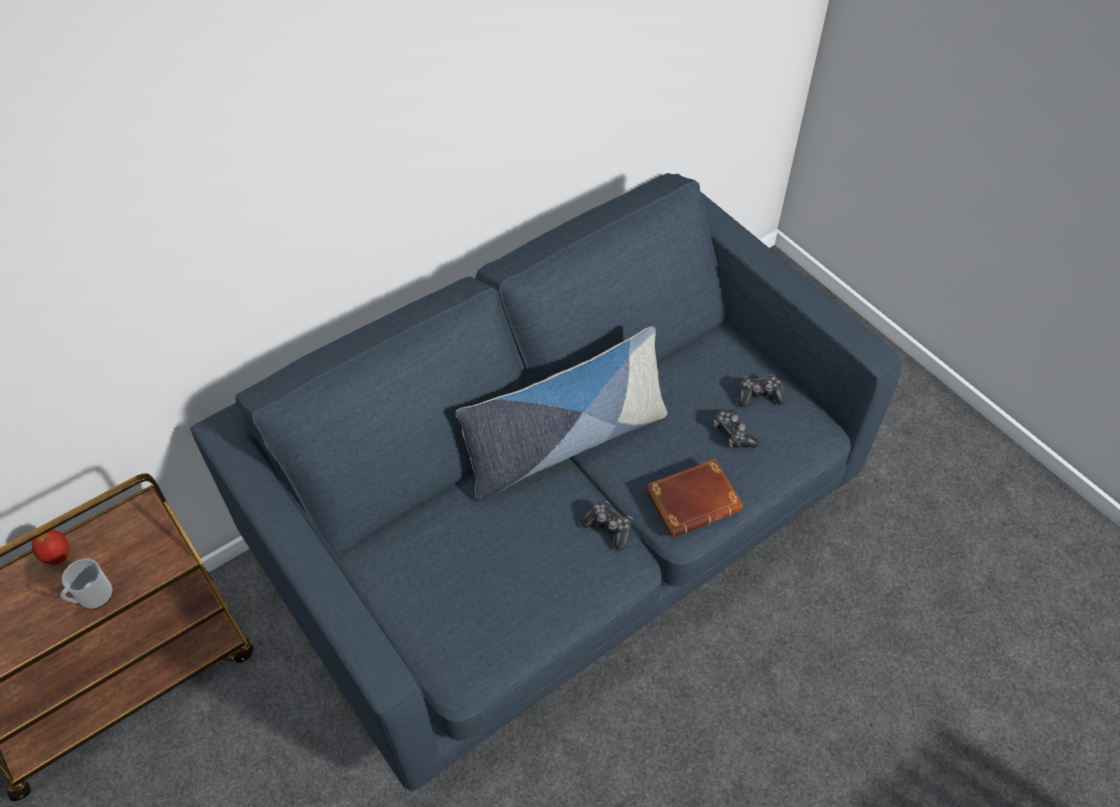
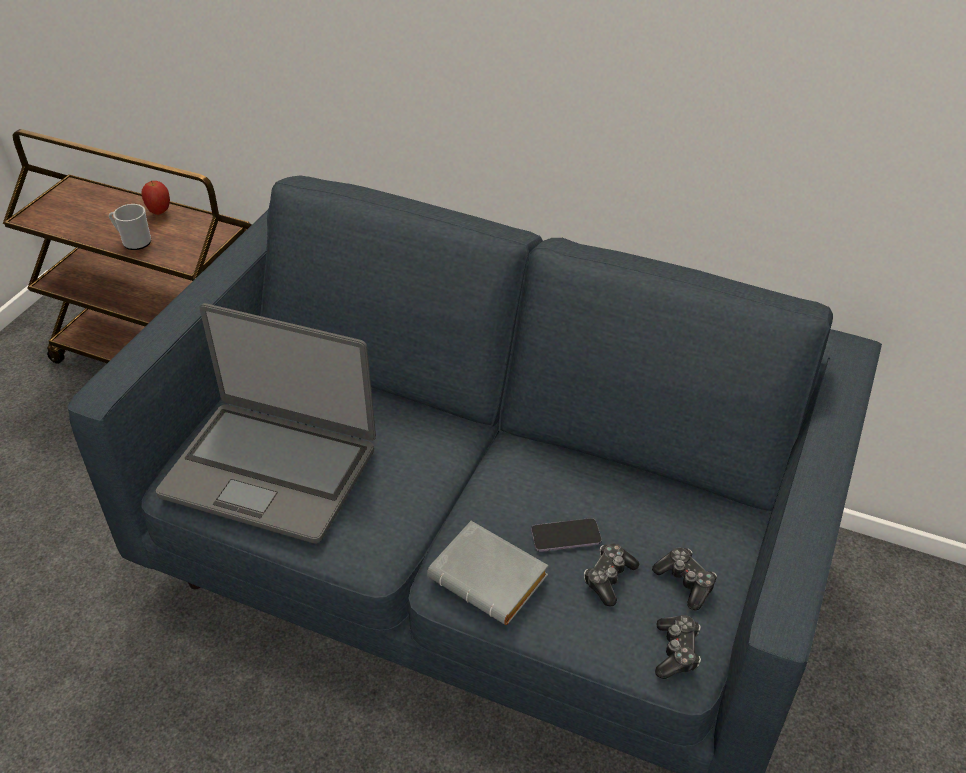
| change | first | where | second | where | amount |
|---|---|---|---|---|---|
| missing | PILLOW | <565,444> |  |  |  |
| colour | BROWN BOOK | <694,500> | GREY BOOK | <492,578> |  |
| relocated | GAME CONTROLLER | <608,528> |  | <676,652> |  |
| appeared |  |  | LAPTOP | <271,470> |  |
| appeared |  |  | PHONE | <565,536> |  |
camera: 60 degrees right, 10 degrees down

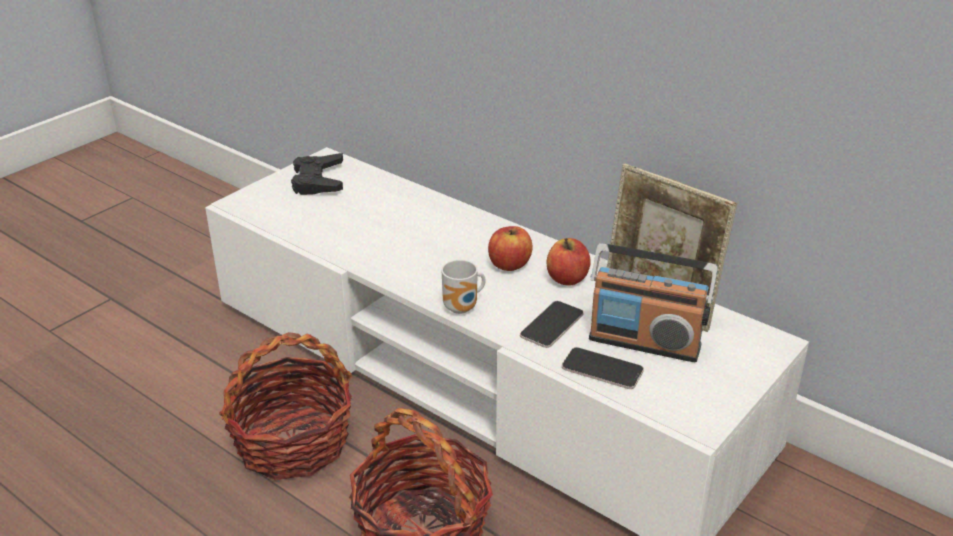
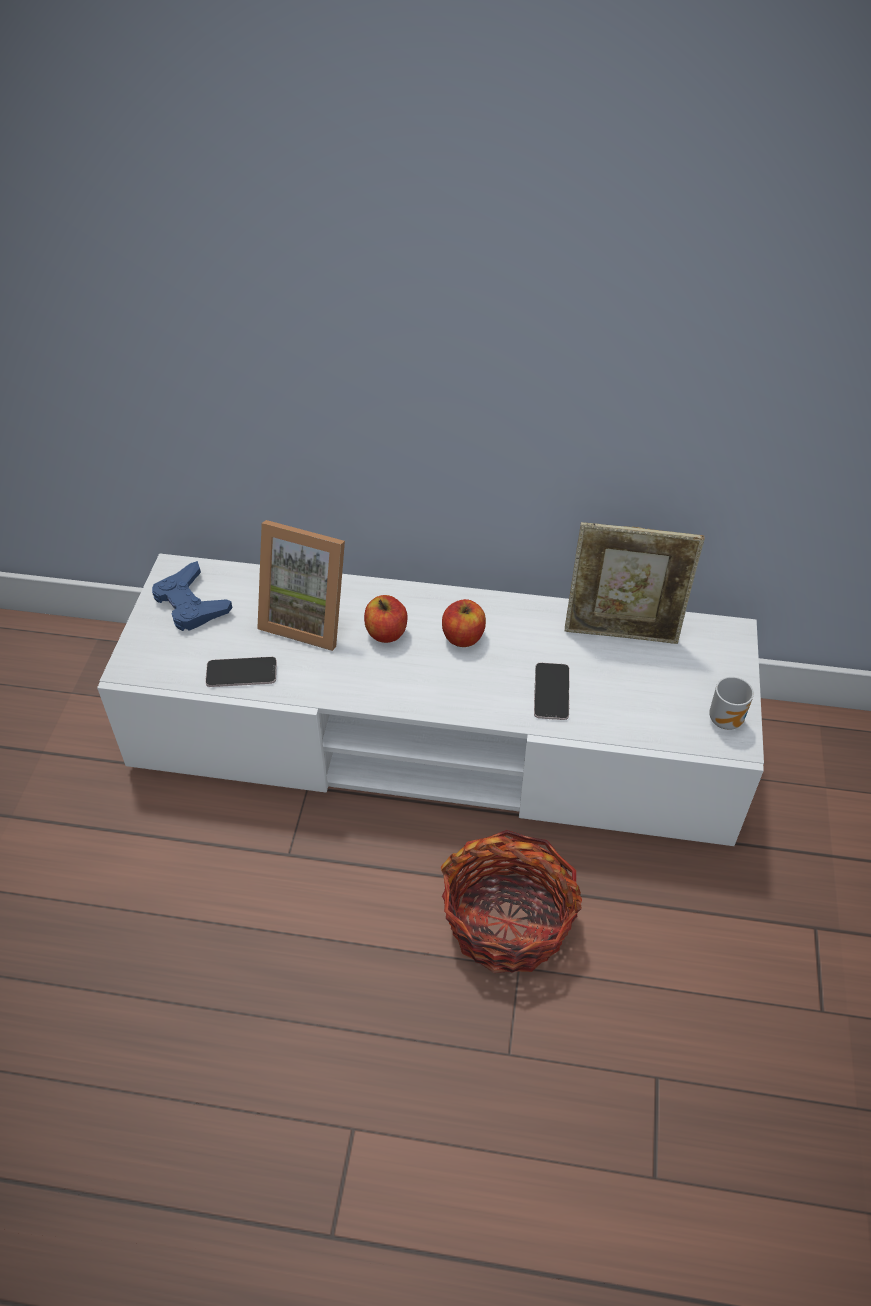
| change | first | where | second | where | amount |
|---|---|---|---|---|---|
| colour | BLACK GAME CONTROLLER | <318,180> | BLUE GAME CONTROLLER | <191,603> |  |
| relocated | APPLE | <567,278> |  | <386,632> |  |
| missing | RADIO | <644,342> |  |  |  |
| relocated | MUG | <463,308> |  | <727,720> |  |
| missing | BASKET | <292,442> |  |  |  |
| relocated | PHONE | <602,369> |  | <241,673> |  |
| appeared |  |  | PICTURE FRAME | <309,618> |  |
camera: 30 degrees left, 15 degrees up

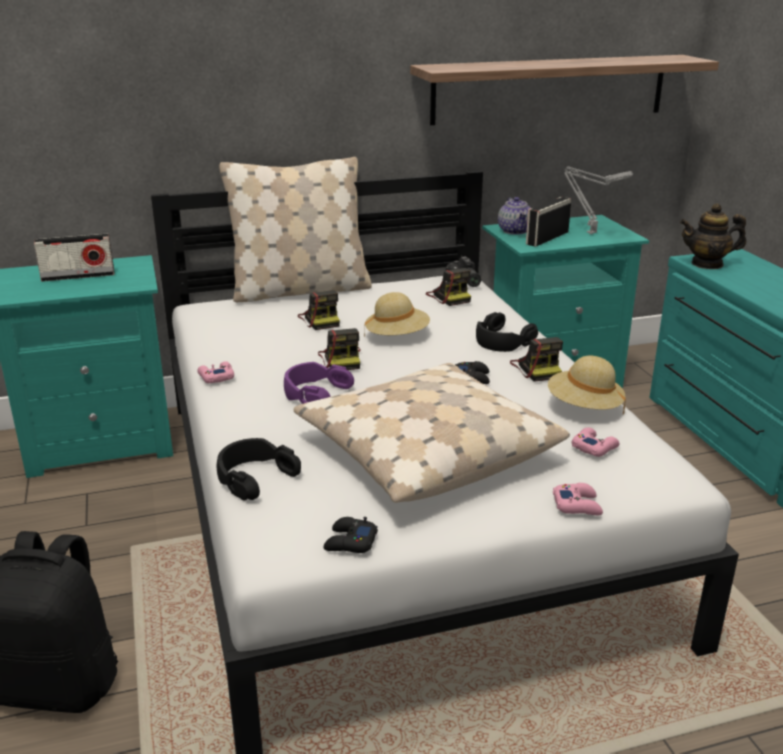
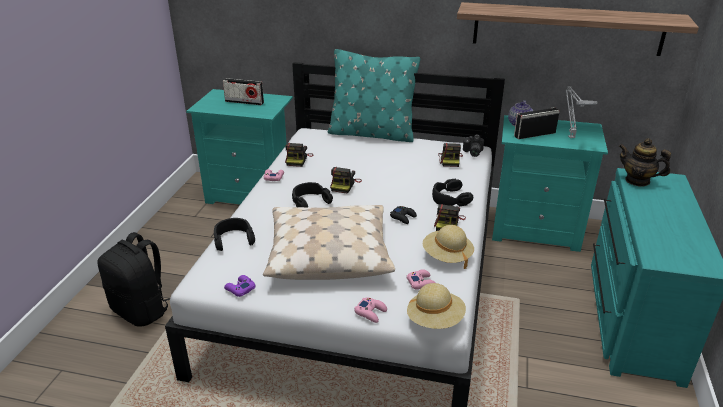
| change | first | where | second | where | amount |
|---|---|---|---|---|---|
| colour | BEIGE PILLOW | <300,290> | TURQUOISE PILLOW | <372,133> |  |
| relocated | PHOTO CAMERA | <320,320> |  | <298,159> |  |
| relocated | BEIGE HAT | <397,336> |  | <435,320> |  |
| colour | PURPLE HEADPHONES | <315,393> | BLACK HEADPHONES | <310,201> |  |
| colour | BLACK GAME CONTROLLER | <350,542> | PURPLE GAME CONTROLLER | <240,289> |  |
camera: 30 degrees right, 5 degrees up

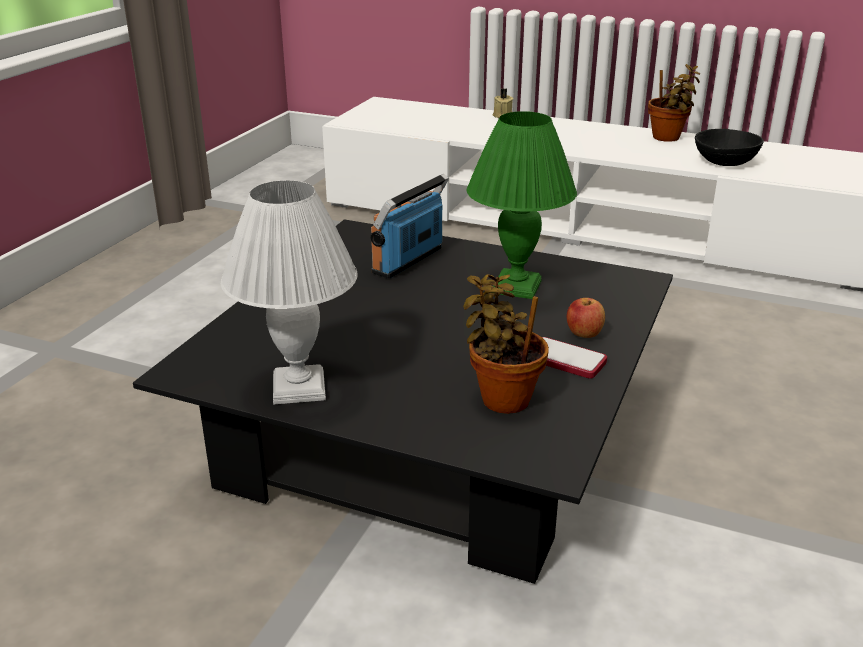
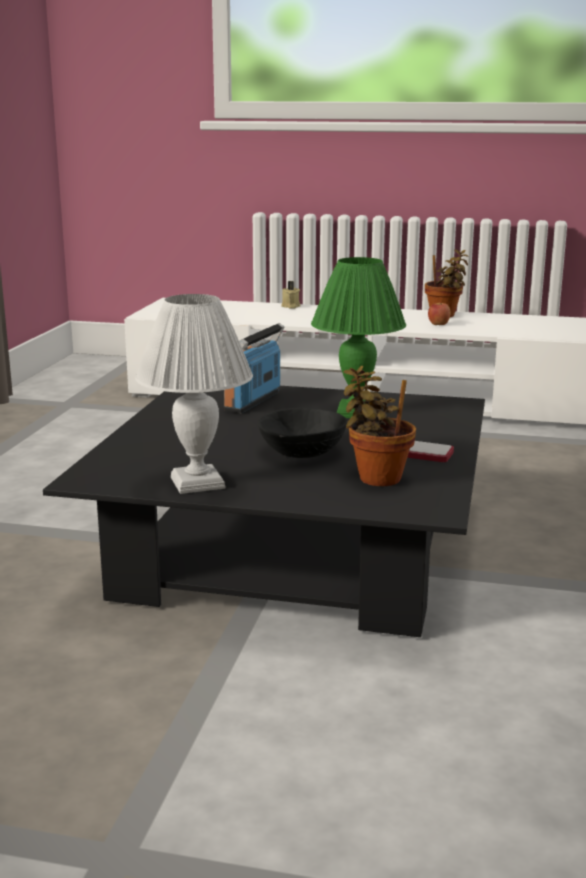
| change | first | where | second | where | amount |
|---|---|---|---|---|---|
| relocated | BLACK BOWL | <726,161> |  | <303,451> |  |
| relocated | APPLE | <583,334> |  | <438,324> |  |
camera: 10 degrees left, 10 degrees down

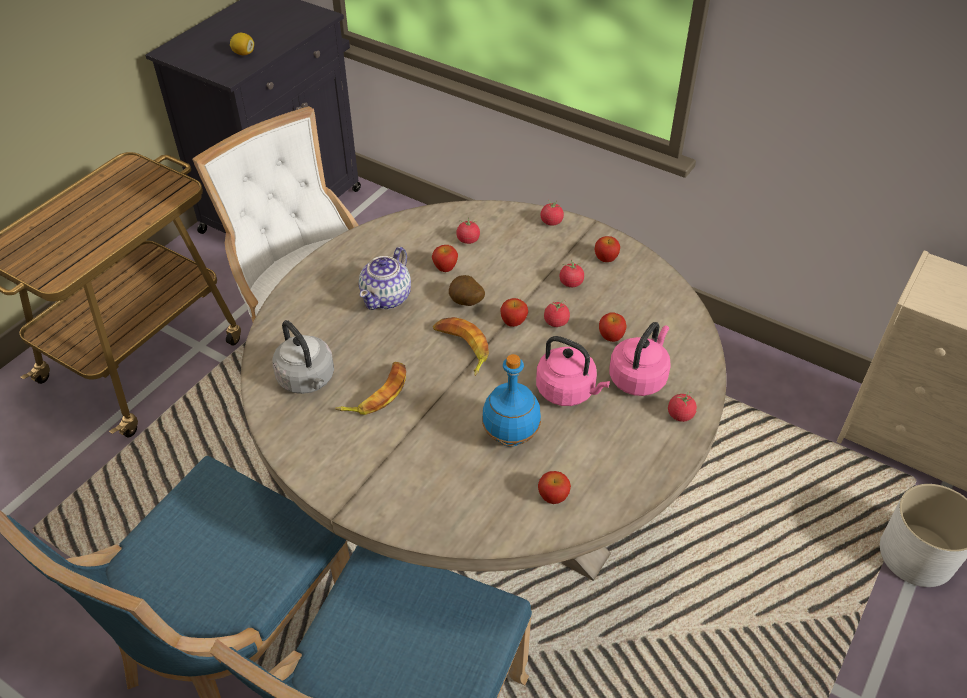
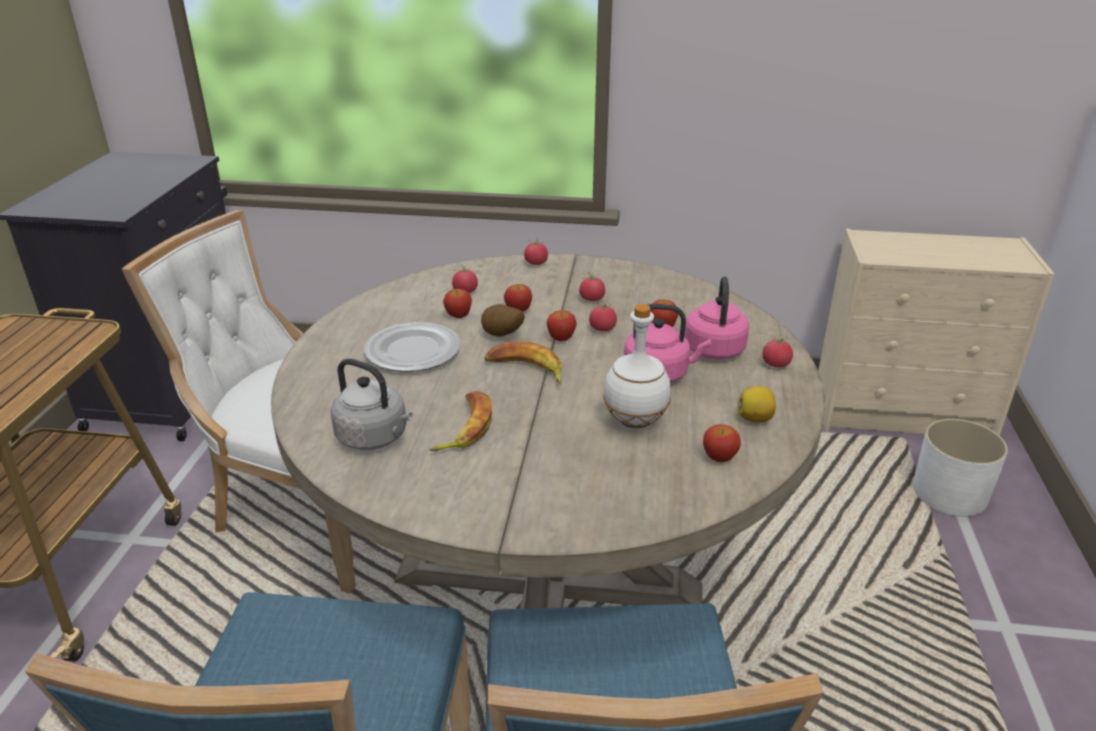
| change | first | where | second | where | amount |
|---|---|---|---|---|---|
| relocated | LEMON | <243,53> |  | <755,418> |  |
| relocated | APPLE | <606,258> |  | <518,310> |  |
| exchanged | TEAPOT | <387,297> | PLATE | <414,350> |  |
| colour | BLUE BOTTLE | <510,436> | WHITE BOTTLE | <634,423> |  |
camera: 25 degrees left, 15 degrees down

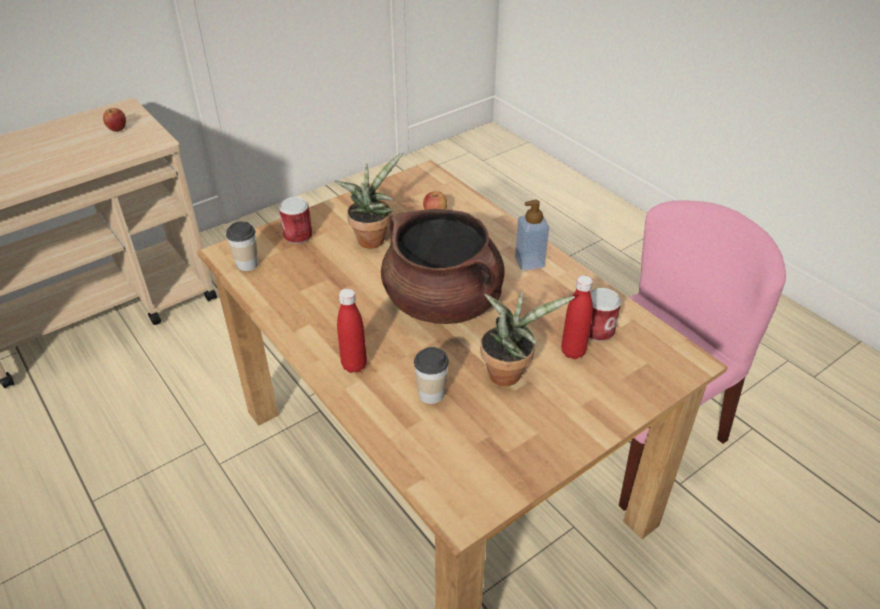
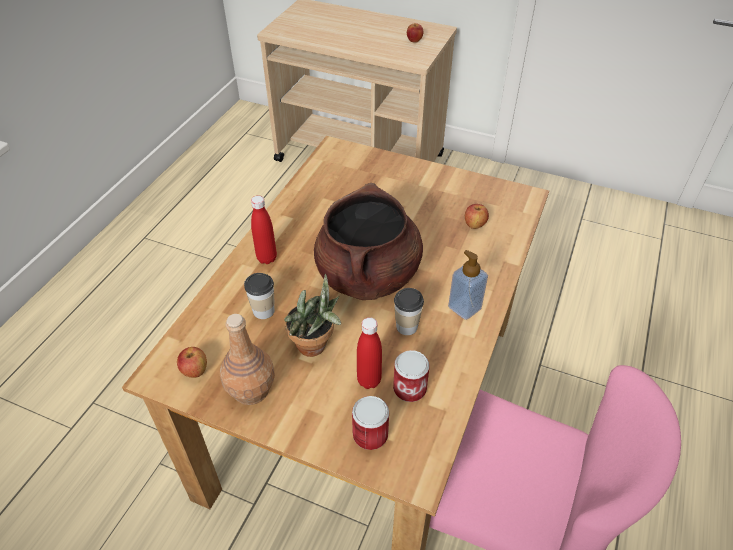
| change | first | where | second | where | amount |
|---|---|---|---|---|---|
| missing | POTTED PLANT | <372,238> |  |  |  |
| relocated | CAN | <298,236> |  | <370,435> |  |
| relocated | CUP | <247,264> |  | <407,326> |  |
| appeared |  |  | BROWN BOTTLE | <251,390> |  |
| appeared |  |  | APPLE | <195,371> |  |
camera: 60 degrees right, 5 degrees up

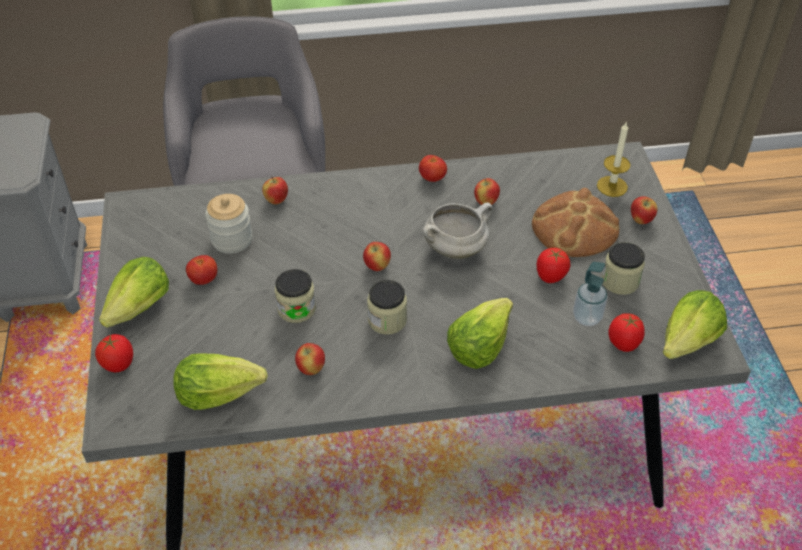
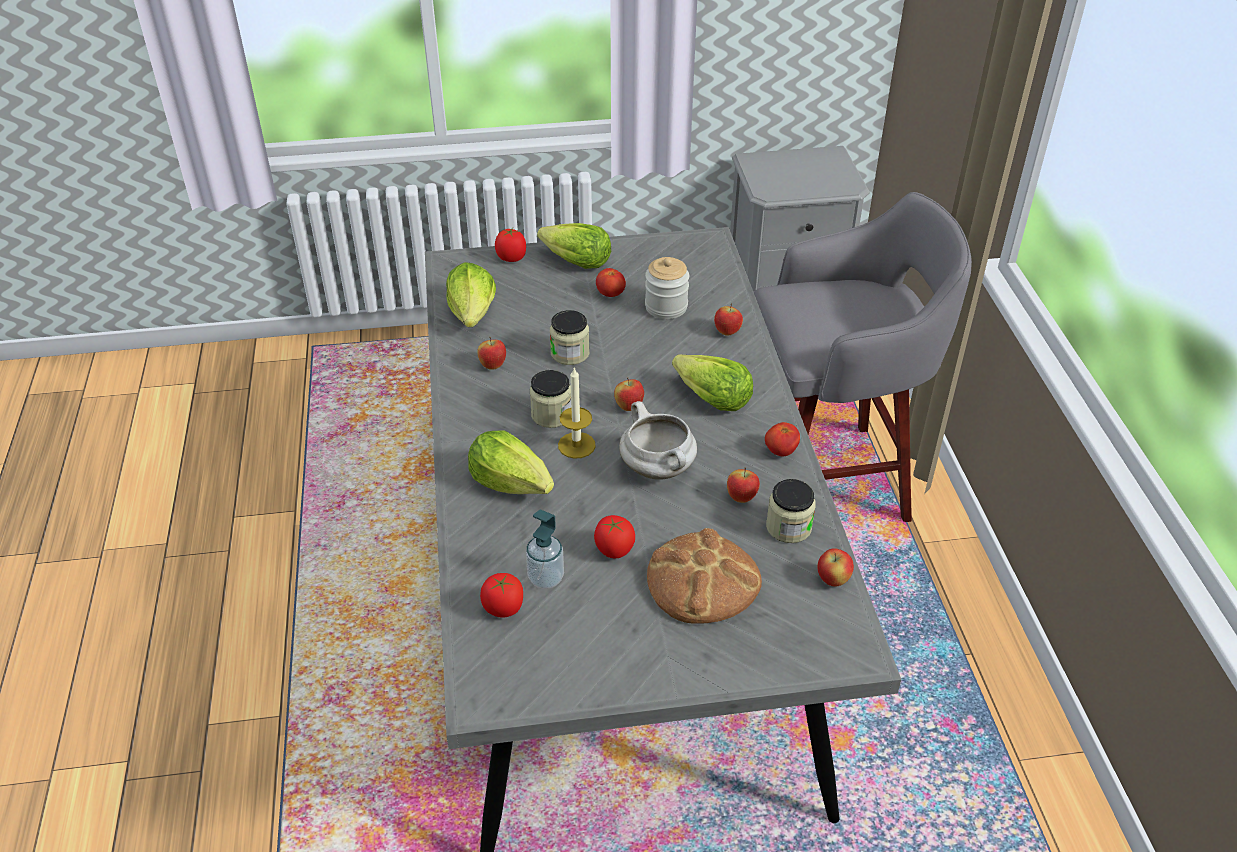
| change | first | where | second | where | amount |
|---|---|---|---|---|---|
| relocated | CANDLE | <612,186> |  | <576,445> |  |
| relocated | APPLE | <640,220> |  | <833,580> |  |
| relocated | JAR | <620,281> |  | <788,527> |  |
| relocated | LETTUCE | <688,341> |  | <711,399> |  |
camera: 90 degrees right, 5 degrees down

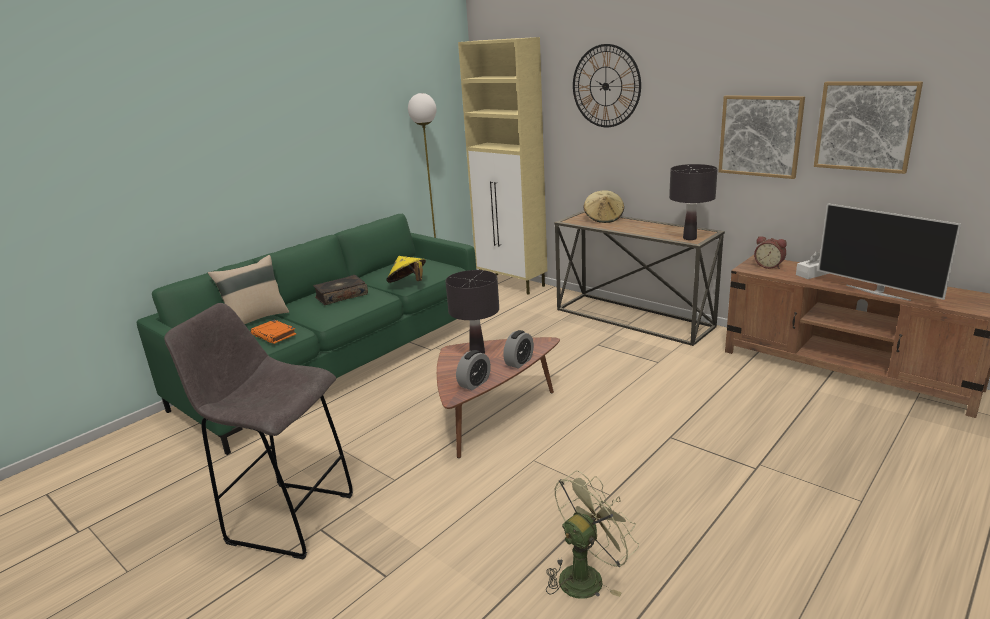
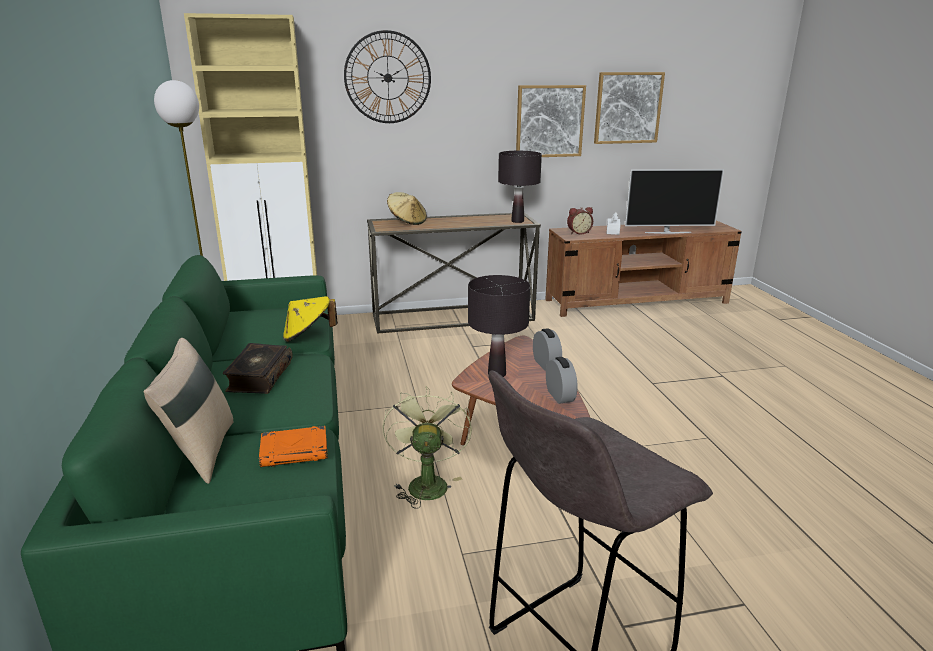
| change | first | where | second | where | amount |
|---|---|---|---|---|---|
| relocated | GREEN FAN | <586,575> |  | <426,482> |  |
camera: 55 degrees left, 0 degrees up

